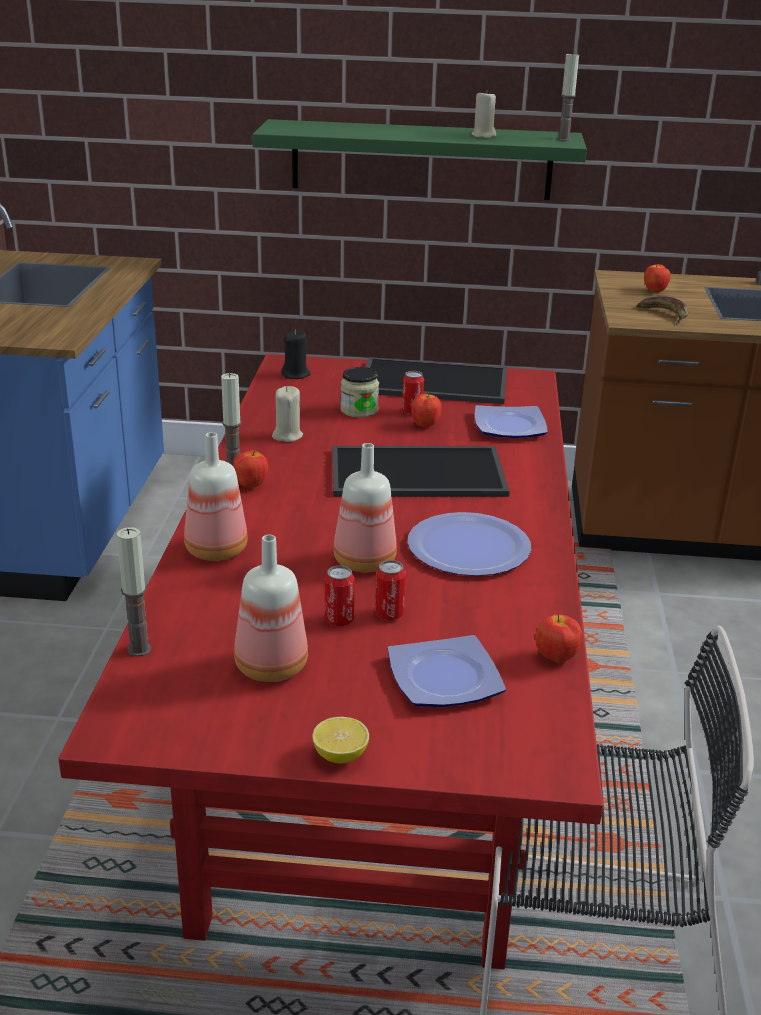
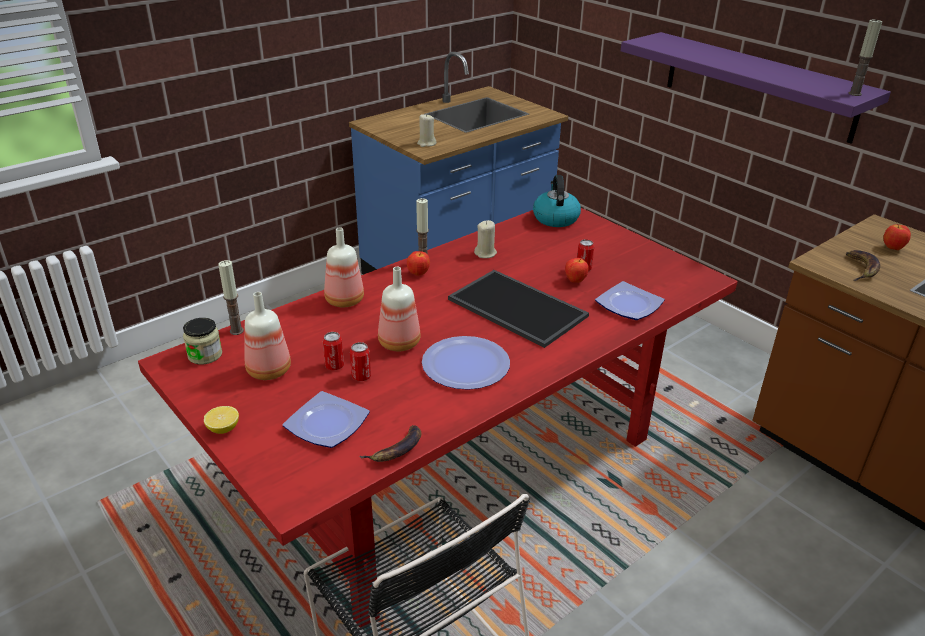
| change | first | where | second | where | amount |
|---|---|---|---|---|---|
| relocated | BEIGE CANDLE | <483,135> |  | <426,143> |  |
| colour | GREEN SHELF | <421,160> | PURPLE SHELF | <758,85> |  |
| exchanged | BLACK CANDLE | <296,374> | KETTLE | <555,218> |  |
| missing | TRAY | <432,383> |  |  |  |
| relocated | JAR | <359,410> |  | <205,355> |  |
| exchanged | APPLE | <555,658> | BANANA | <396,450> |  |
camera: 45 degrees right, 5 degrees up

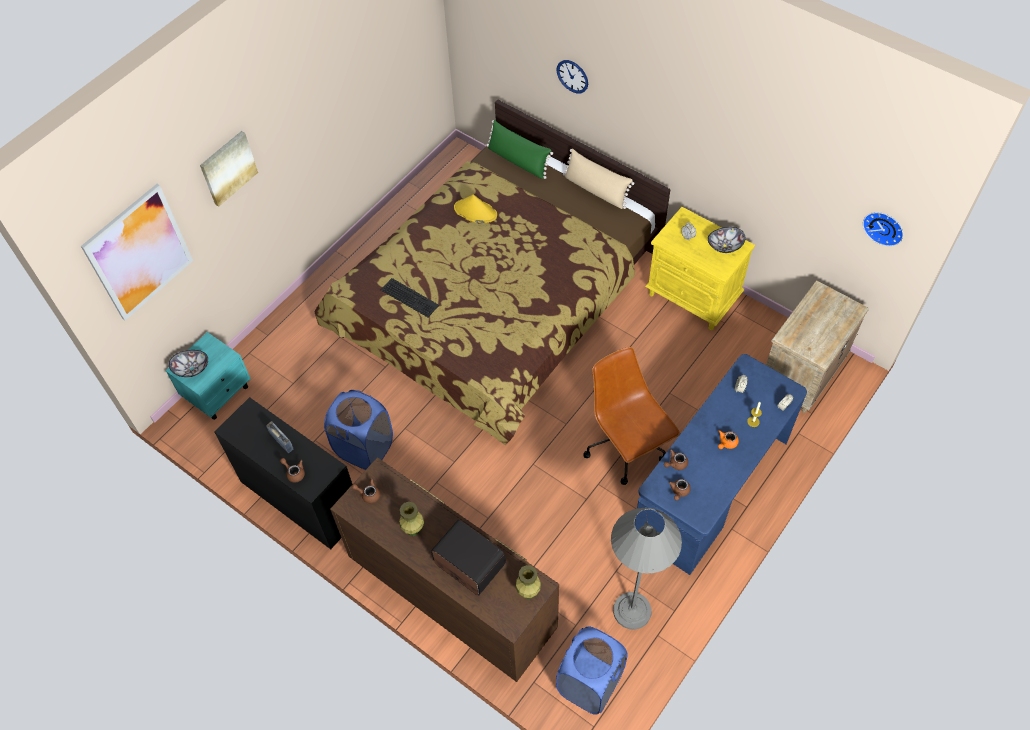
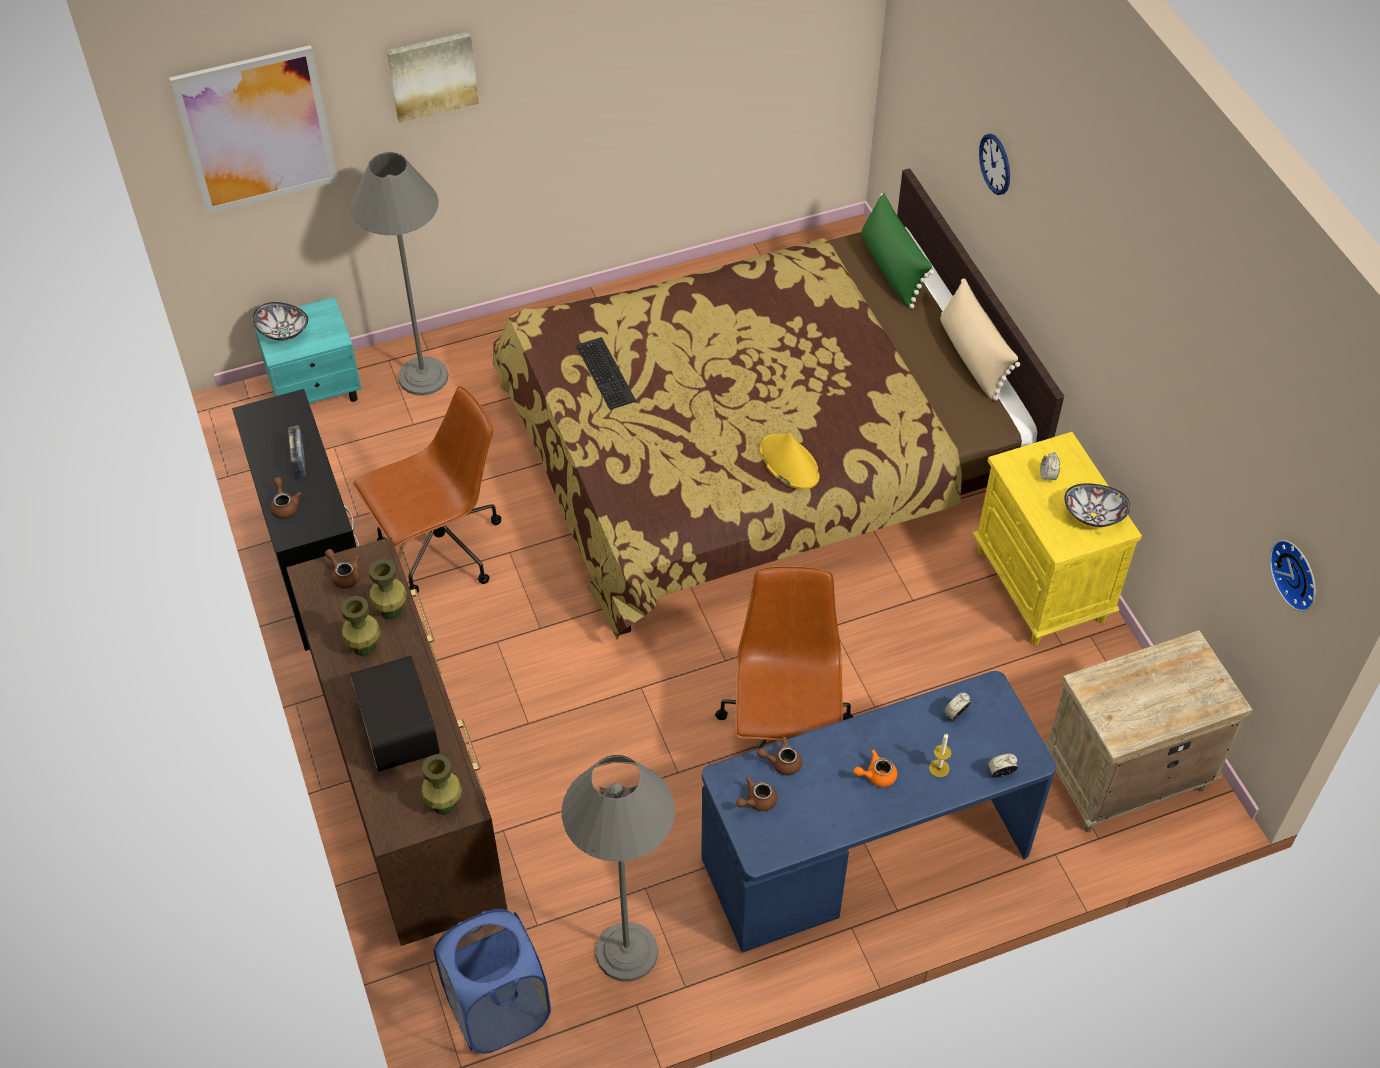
| change | first | where | second | where | amount |
|---|---|---|---|---|---|
| relocated | YELLOW HAT | <475,212> |  | <788,463> |  |
| exchanged | BLUE LAUNDRY BASKET | <364,448> | BROWN OFFICE CHAIR | <440,549> |  |
| appeared |  |  | GREY FLOOR LAMP | <423,376> |  |
| appeared |  |  | GREEN VASE | <391,611> |  |
camera: 30 degrees right, 5 degrees down

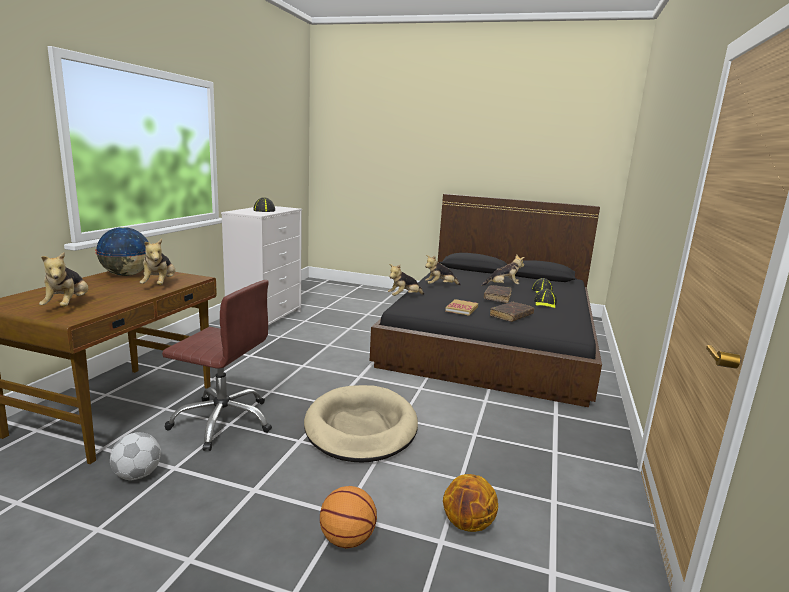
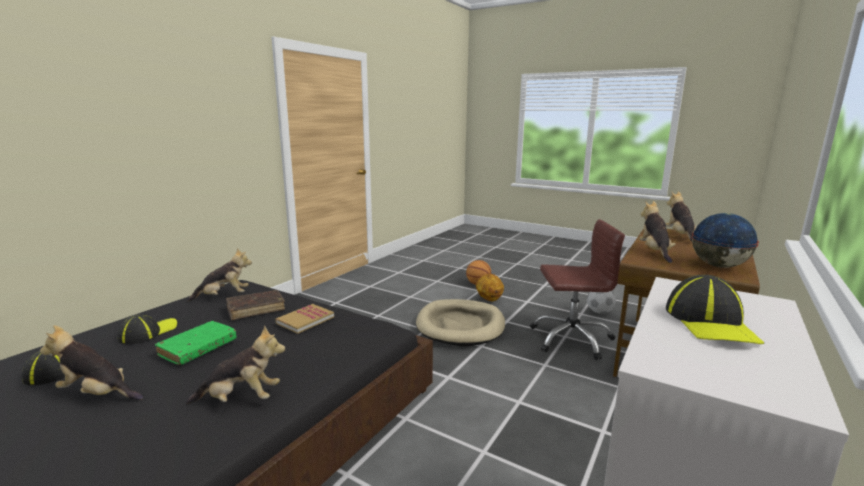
| change | first | where | second | where | amount |
|---|---|---|---|---|---|
| relocated | PLUSH TOY | <404,297> |  | <224,296> |  |
| spun | BROWN OFFICE CHAIR | <223,421> |  | <571,338> | 150 degrees clockwise |
| colour | BROWN BOOK | <497,297> | GREEN BOOK | <198,349> |  |
| relocated | BASKETBALL | <468,524> |  | <489,299> |  |
camera: 165 degrees left, 0 degrees up

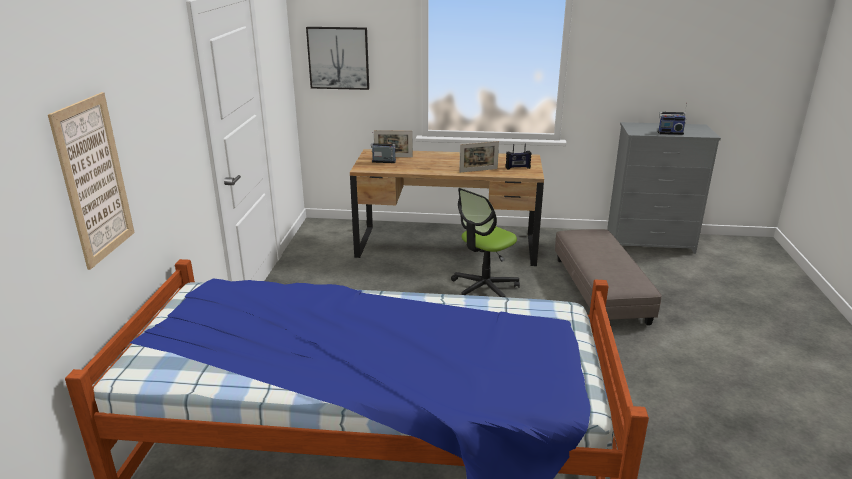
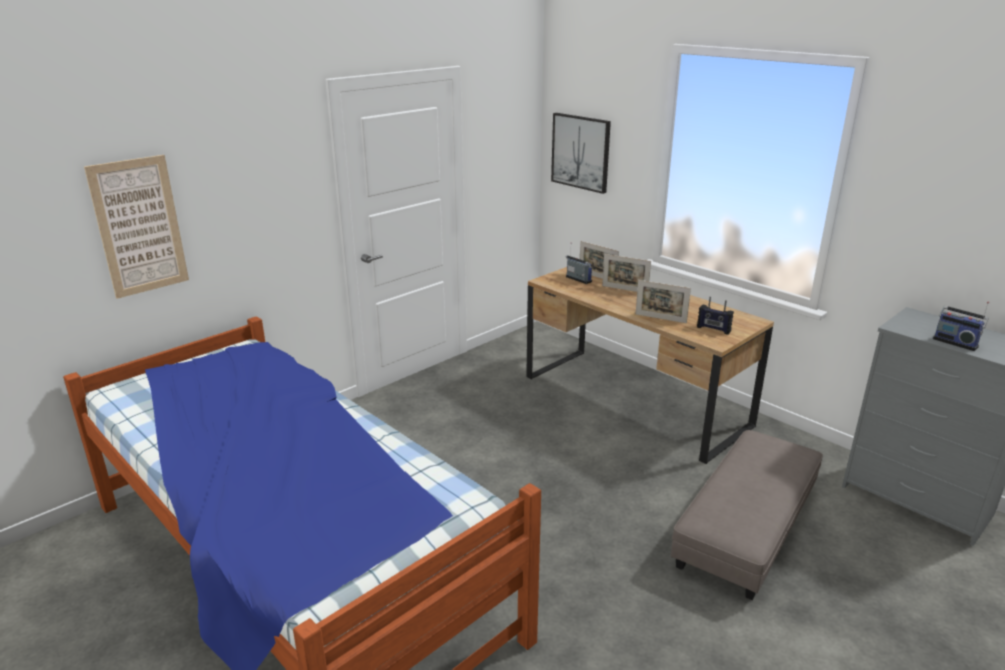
| change | first | where | second | where | amount |
|---|---|---|---|---|---|
| missing | OFFICE CHAIR | <484,289> |  |  |  |
| appeared |  |  | PICTURE FRAME | <624,289> |  |
camera: 40 degrees right, 0 degrees up

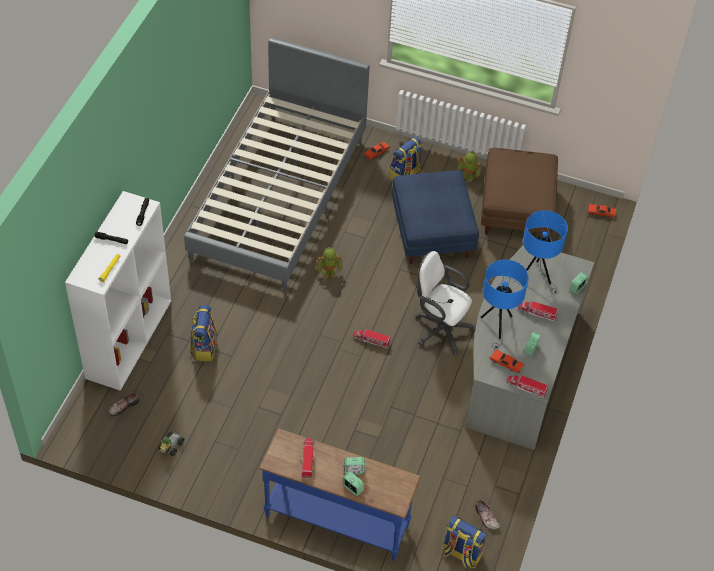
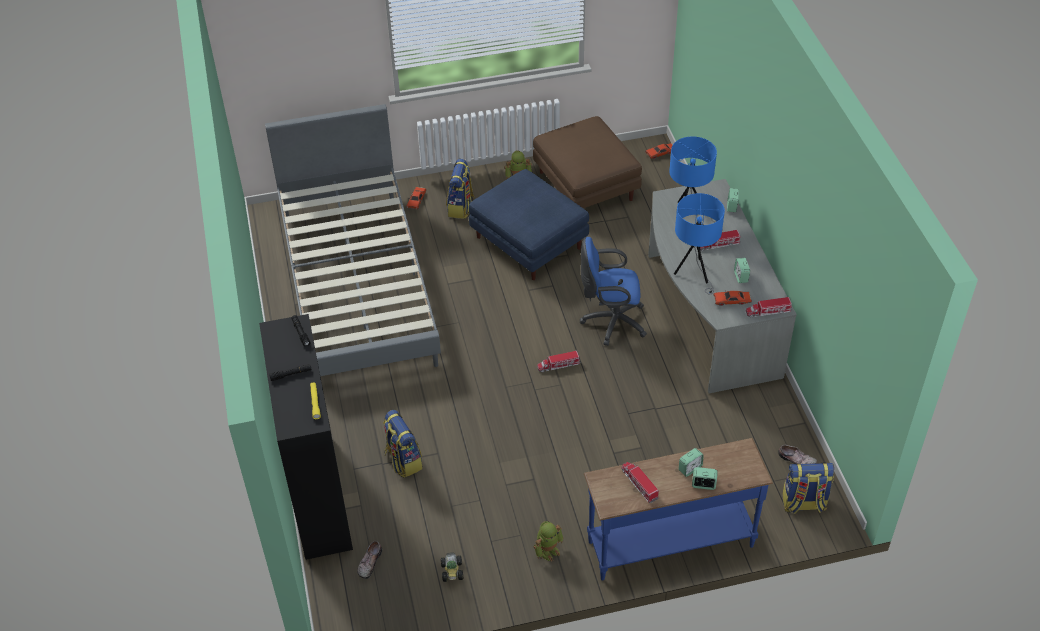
| change | first | where | second | where | amount |
|---|---|---|---|---|---|
| colour | WHITE BOOKCASE | <128,338> | BLACK BOOKCASE | <318,495> |  |
| relocated | TOY ROBOT | <329,271> |  | <548,550> |  |
| colour | WHITE OFFICE CHAIR | <440,329> | BLUE OFFICE CHAIR | <610,321> |  |
camera: 30 degrees left, 5 degrees down

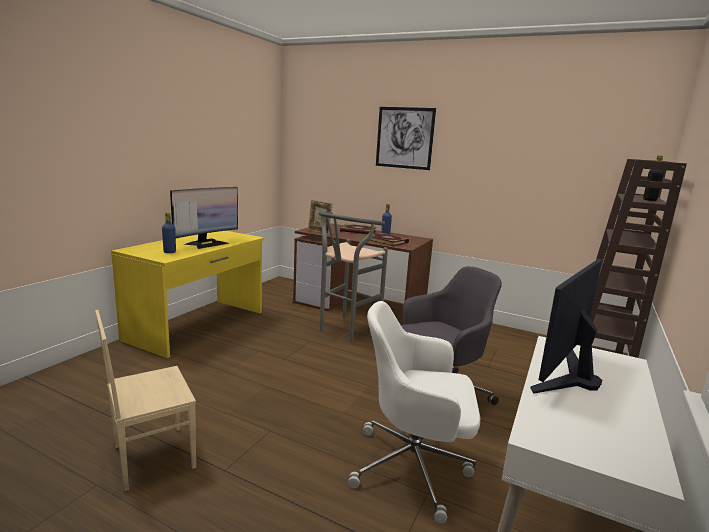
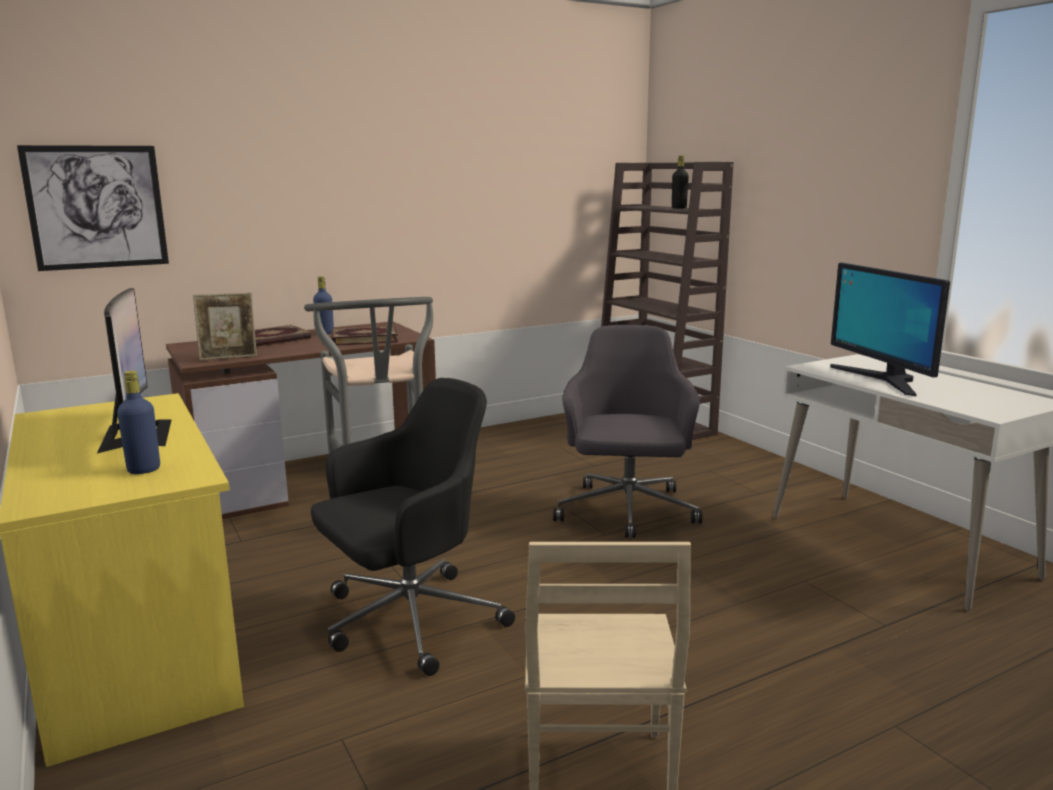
| change | first | where | second | where | amount |
|---|---|---|---|---|---|
| relocated | PICTURE | <404,138> |  | <96,207> |  |
| missing | WHITE OFFICE CHAIR | <413,467> |  |  |  |
| appeared |  |  | BLACK OFFICE CHAIR | <408,621> |  |
camera: 55 degrees left, 0 degrees up

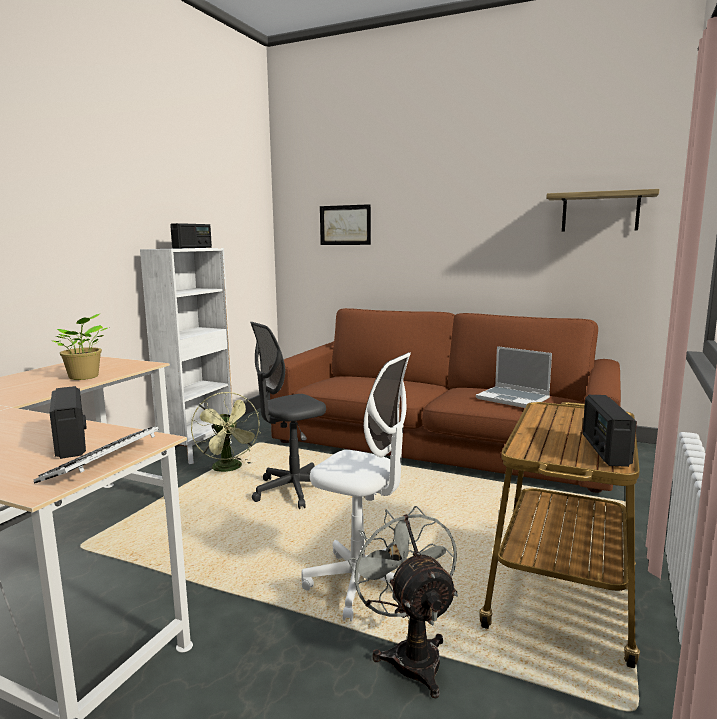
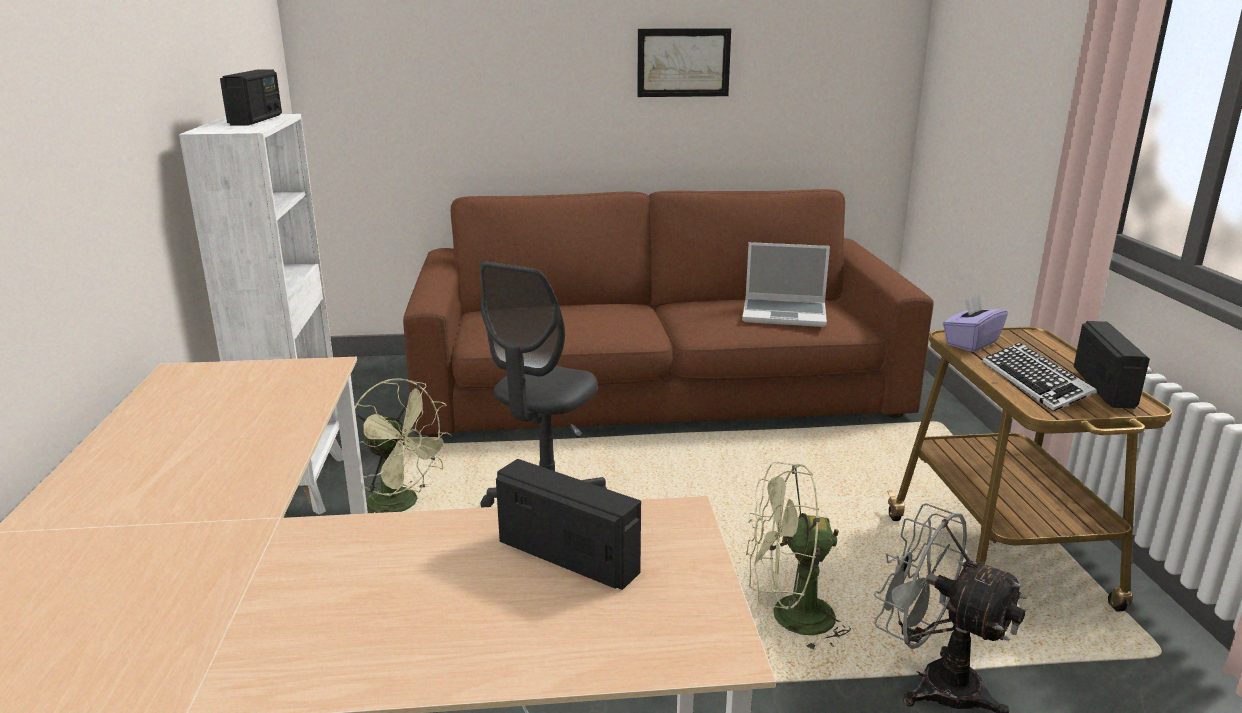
| change | first | where | second | where | amount |
|---|---|---|---|---|---|
| missing | SHELF | <600,212> |  |  |  |
| relocated | PICTURE | <345,225> |  | <683,62> |  |
| missing | POTTED PLANT | <84,377> |  |  |  |
| exchanged | WHITE OFFICE CHAIR | <360,584> | GREEN FAN | <789,619> |  |
| spun | RADIO | <604,450> |  | <1104,387> | 150 degrees counterclockwise |
| relocated | KEYBOARD | <103,462> |  | <1035,384> |  |
| appeared |  |  | PURPLE TISSUE BOX | <971,343> |  |
camera: 30 degrees left, 10 degrees up

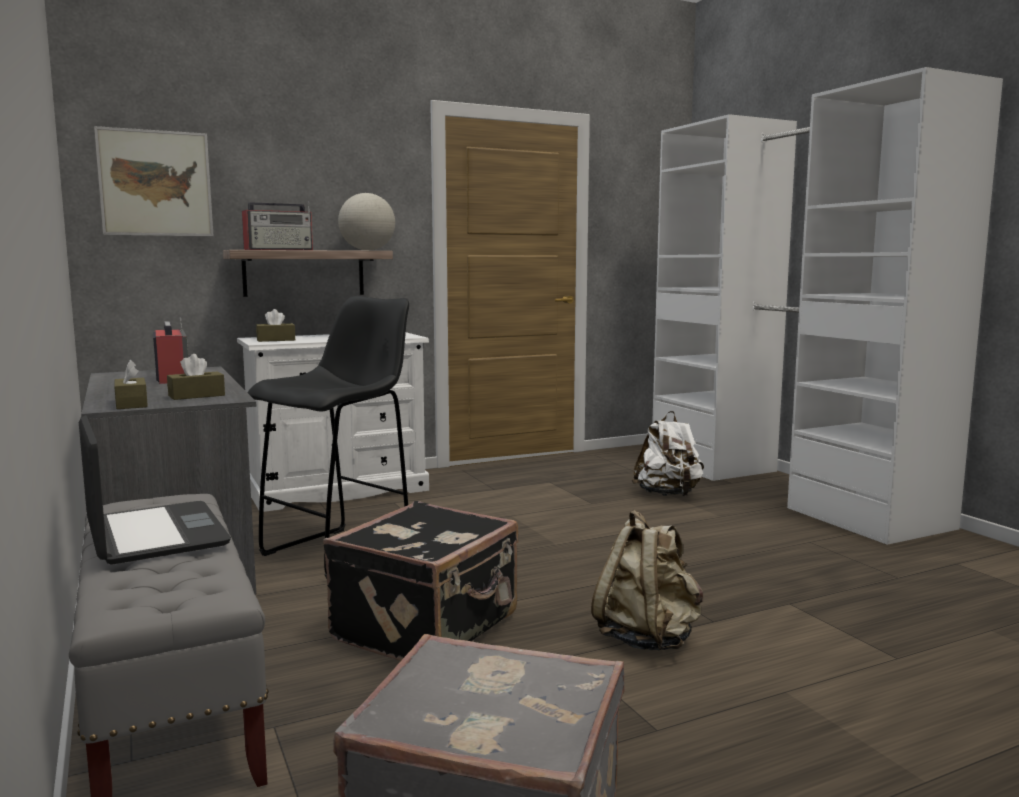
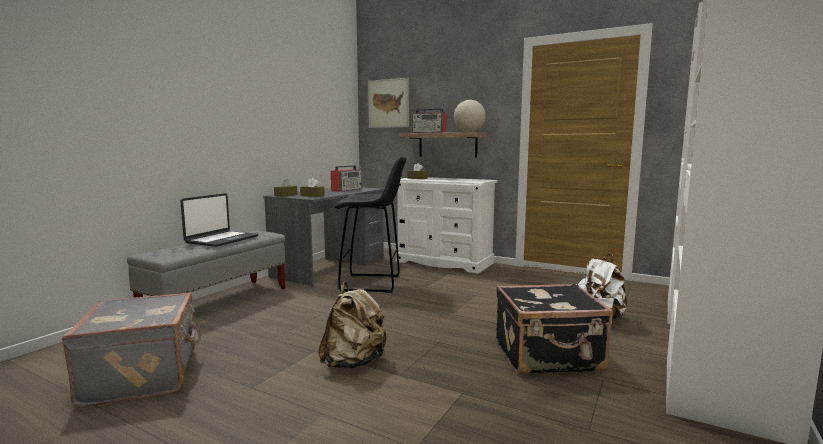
| change | first | where | second | where | amount |
|---|---|---|---|---|---|
| relocated | BLACK SUITCASE | <429,627> |  | <548,357> |  |
camera: 55 degrees right, 0 degrees up

